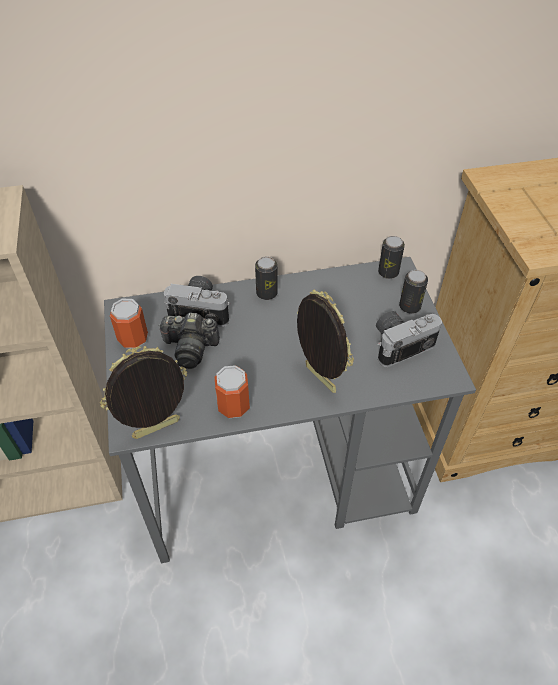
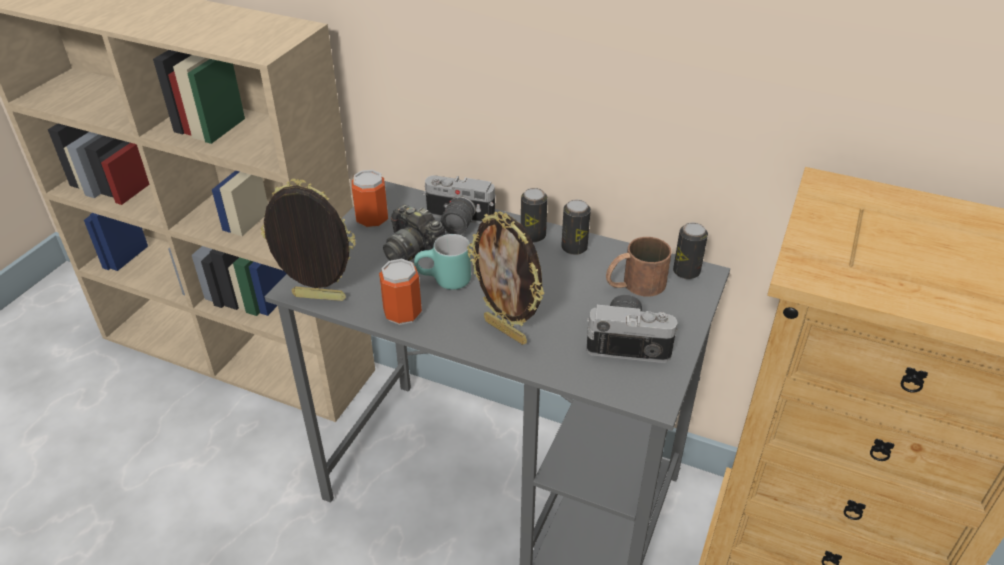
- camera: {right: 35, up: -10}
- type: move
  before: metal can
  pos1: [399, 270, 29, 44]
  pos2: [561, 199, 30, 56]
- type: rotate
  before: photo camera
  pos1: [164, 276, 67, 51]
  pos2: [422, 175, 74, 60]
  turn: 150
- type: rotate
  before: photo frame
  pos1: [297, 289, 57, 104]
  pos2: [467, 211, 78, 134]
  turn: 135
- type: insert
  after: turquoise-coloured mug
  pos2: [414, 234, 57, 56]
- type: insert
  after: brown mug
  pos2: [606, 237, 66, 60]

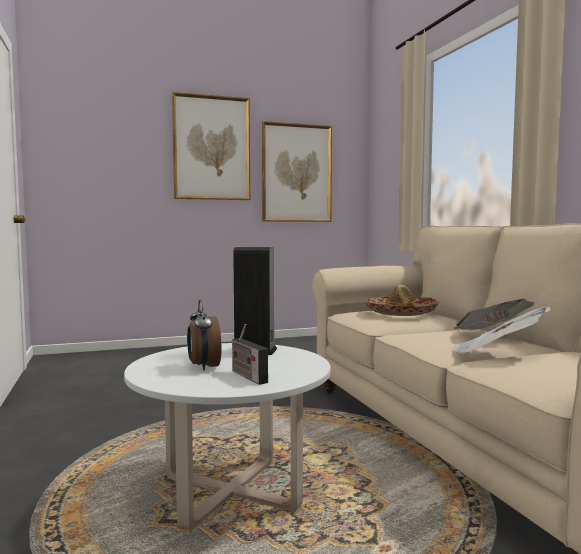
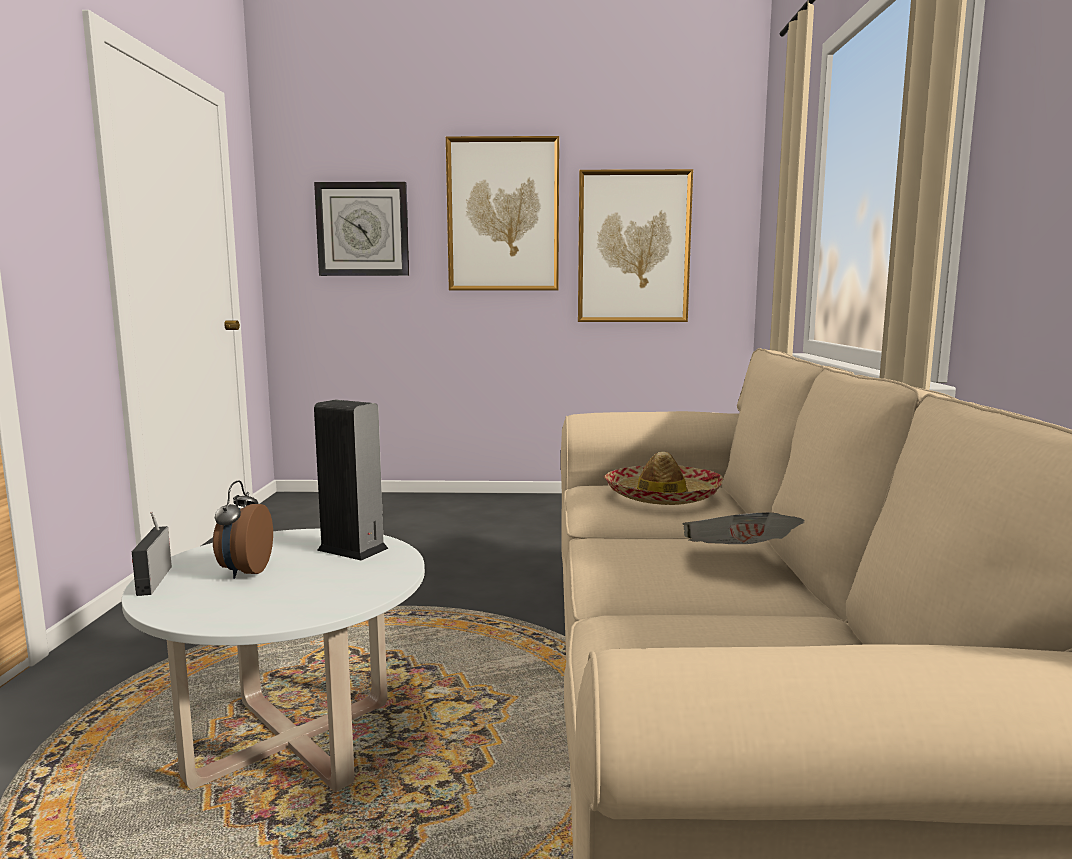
- camera: {right: 20, up: 5}
- type: delete
  before: newspaper
  pos1: [453, 307, 98, 47]
- type: move
  before: radio receiver
  pos1: [232, 324, 36, 61]
  pos2: [132, 511, 40, 85]
- type: insert
  after: hanging clock
  pos2: [314, 182, 95, 94]

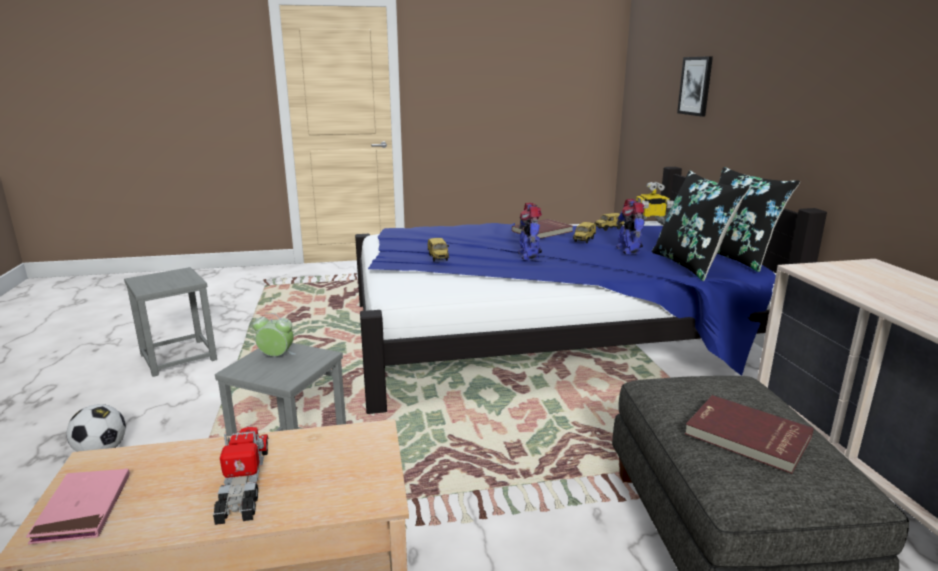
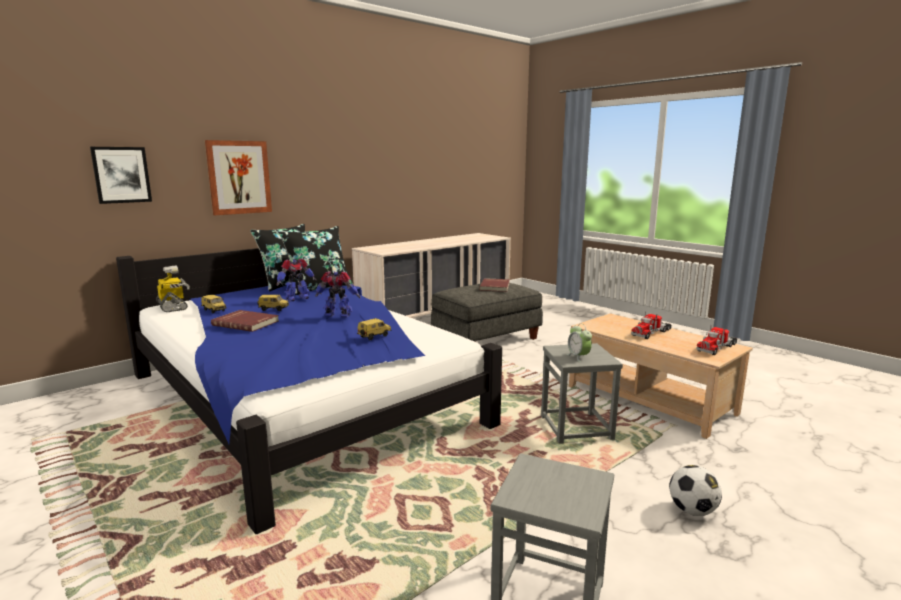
- camera: {right: -120, up: -5}
- type: rotate
  before: toy robot
  pos1: [518, 203, 24, 57]
  pos2: [315, 271, 45, 46]
  turn: -135
- type: replace
  before: pink bound book
  after: toy truck
  pos1: [26, 469, 104, 75]
  pos2: [696, 325, 42, 30]
- type: insert
  after: picture
  pos2: [205, 140, 67, 75]

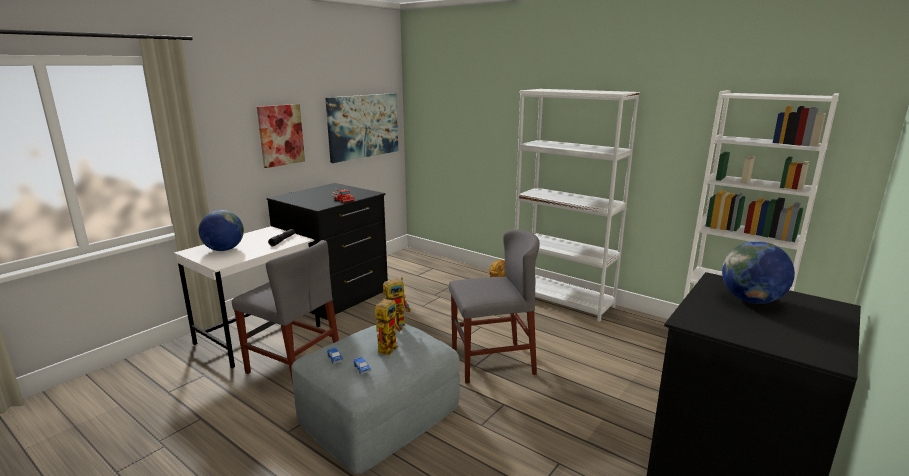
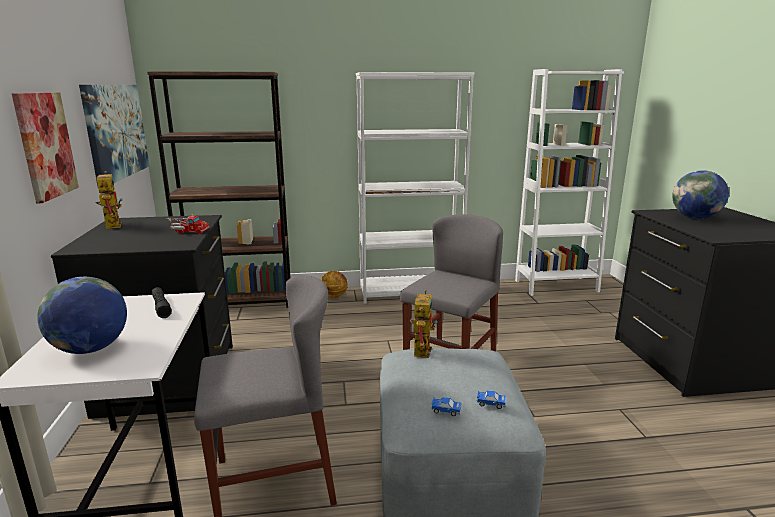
- camera: {right: -45, up: 0}
- type: move
  before: toy robot
  pos1: [375, 296, 27, 59]
  pos2: [95, 171, 28, 58]
- type: insert
  after: brown shelving unit
  pos2: [147, 71, 144, 237]

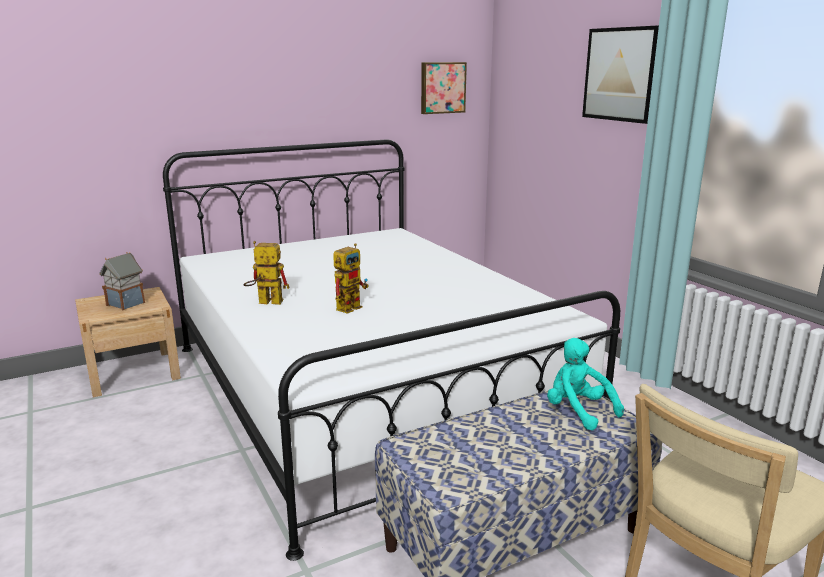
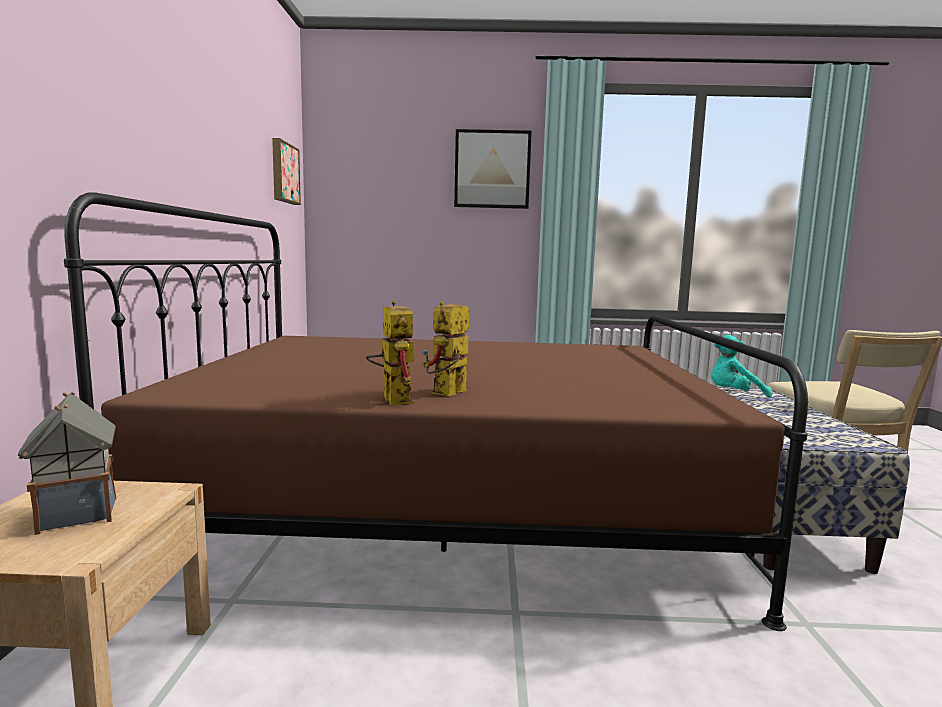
- camera: {right: -60, up: -10}
- type: recolor
  before: white sleeping bed
  after: brown sleeping bed
  pos1: [163, 139, 457, 422]
  pos2: [64, 192, 744, 439]
- type: move
  before: toy robot
  pos1: [333, 243, 36, 71]
  pos2: [366, 301, 48, 104]

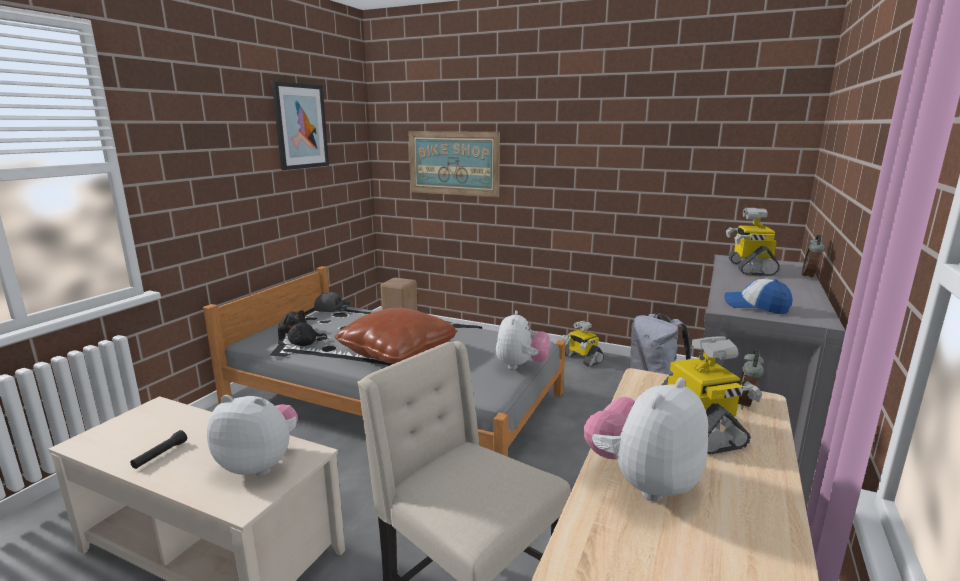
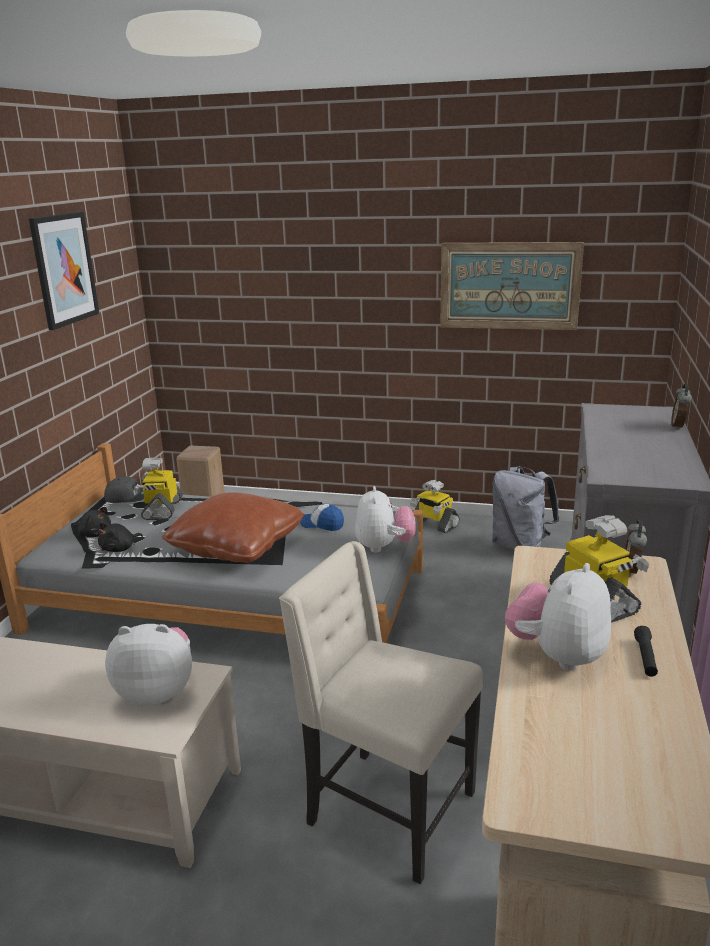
- camera: {right: -10, up: 5}
- type: move
  before: picture
  pos1: [408, 131, 92, 66]
  pos2: [440, 242, 144, 88]
- type: move
  before: toy robot
  pos1: [726, 208, 54, 68]
  pos2: [133, 458, 50, 62]
- type: move
  before: cap
  pos1: [724, 279, 69, 35]
  pos2: [300, 504, 44, 27]
- type: move
  before: blackish hand torch
  pos1: [130, 430, 57, 39]
  pos2: [634, 626, 24, 51]

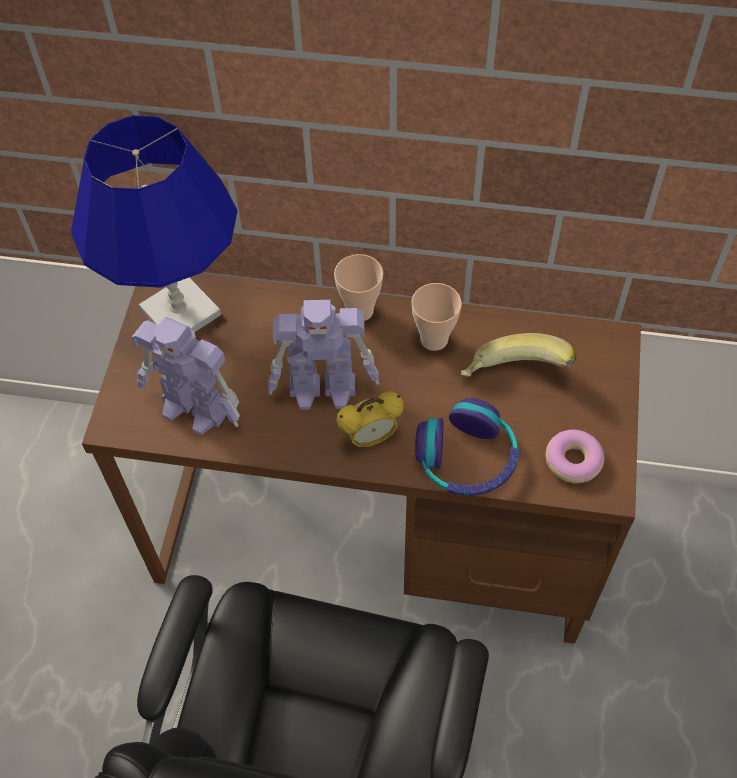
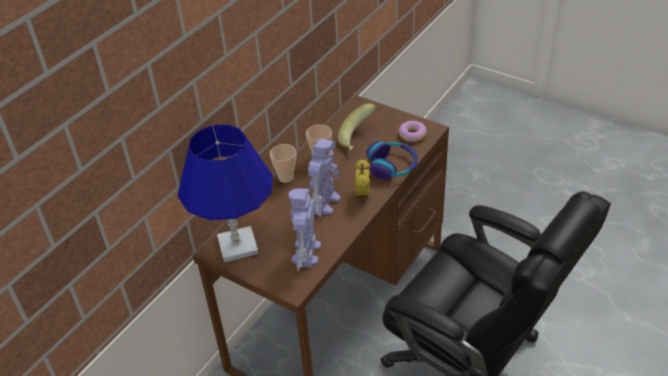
- camera: {right: -65, up: -15}
- type: rotate
  before: toy robot
  pos1: [131, 317, 109, 118]
  pos2: [288, 188, 33, 83]
  turn: 135

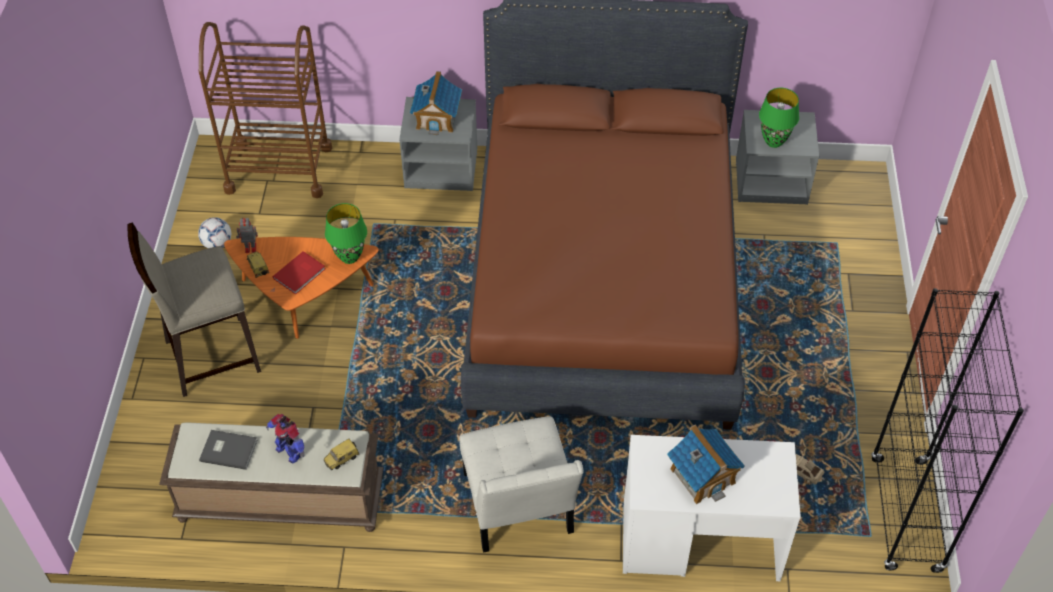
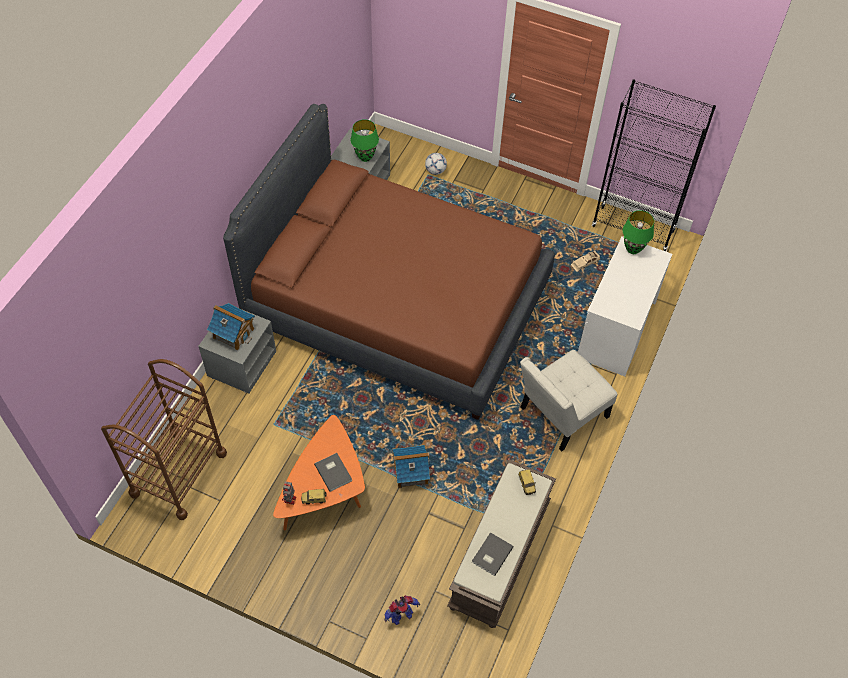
- camera: {right: -70, up: 5}
- type: move
  before: greenish tabletop lamp
  pos1: [325, 203, 42, 61]
  pos2: [623, 210, 31, 44]
- type: move
  before: ball for football
  pos1: [198, 217, 33, 31]
  pos2: [425, 153, 22, 22]
- type: delete
  before: beige sitting stool
  pos1: [127, 222, 134, 175]
- type: recolor
  before: reddish bound book
  after: grey bound book
  pos1: [273, 251, 52, 44]
  pos2: [314, 453, 38, 39]
- type: move
  before: toy robot
  pos1: [266, 414, 38, 49]
  pos2: [384, 595, 36, 30]
- type: rotate
  before: white upright chair
  pos1: [459, 416, 125, 137]
  pos2: [520, 350, 97, 102]
  turn: 135
- type: move
  before: miniature house
  pos1: [667, 425, 78, 79]
  pos2: [393, 445, 38, 43]

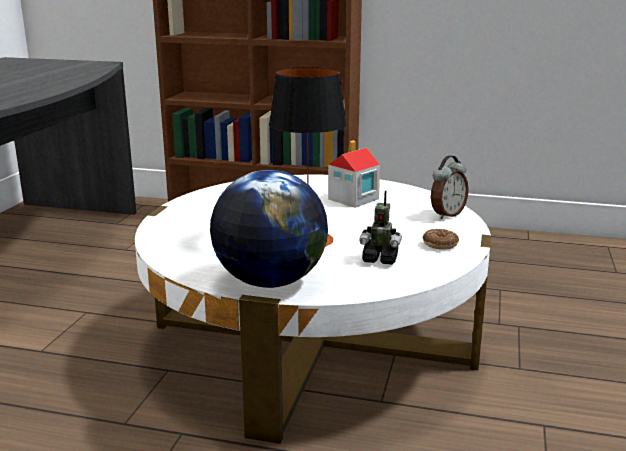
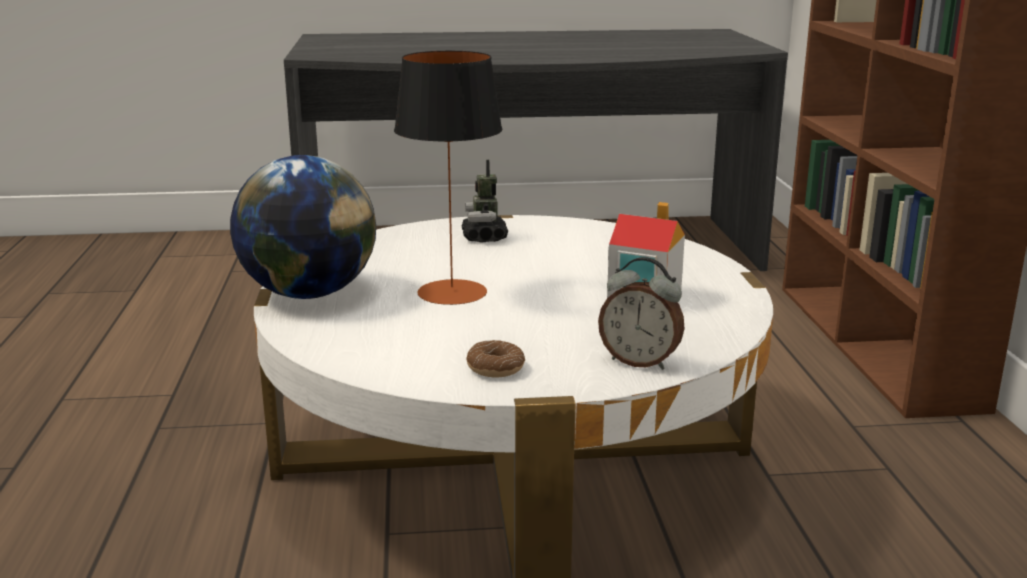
- camera: {right: 70, up: 0}
- type: move
  before: toy robot
  pos1: [360, 190, 42, 75]
  pos2: [462, 160, 46, 82]

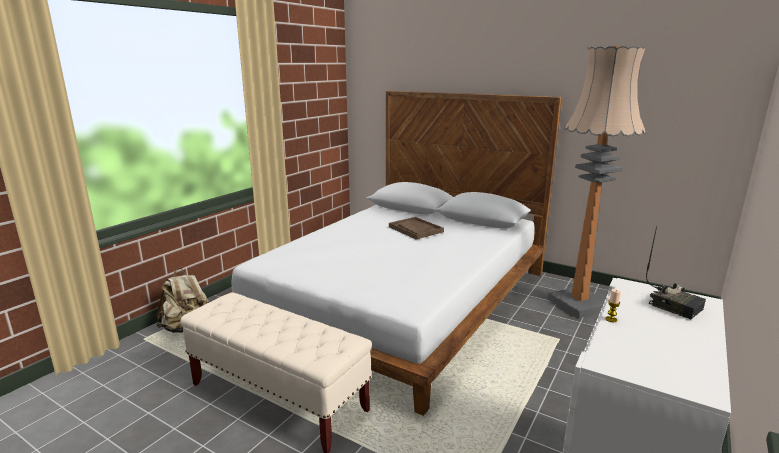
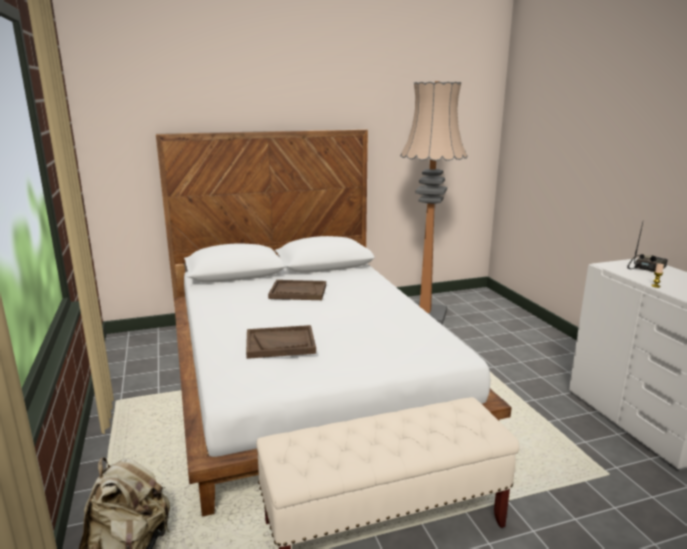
- camera: {right: -50, up: 0}
- type: rotate
  before: radio receiver
  pos1: [646, 226, 60, 93]
  pos2: [627, 222, 41, 50]
  turn: -45
- type: insert
  after: brown tray
  pos2: [246, 325, 70, 34]

